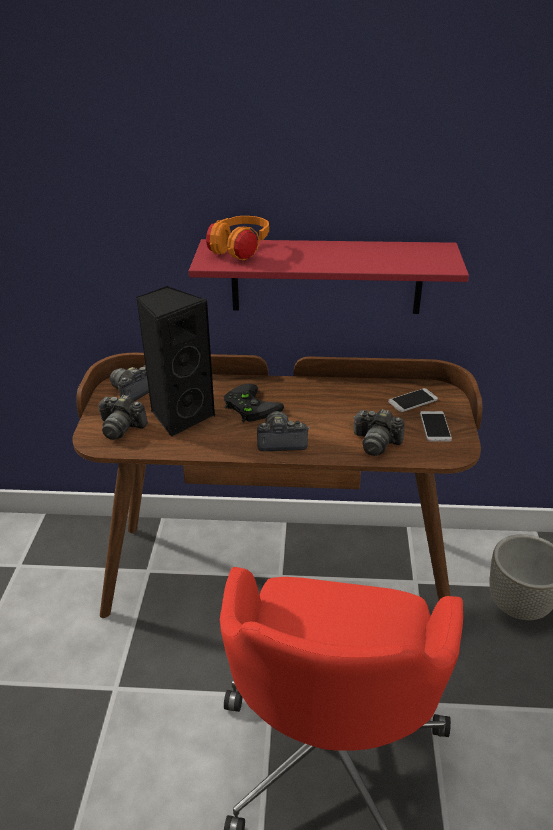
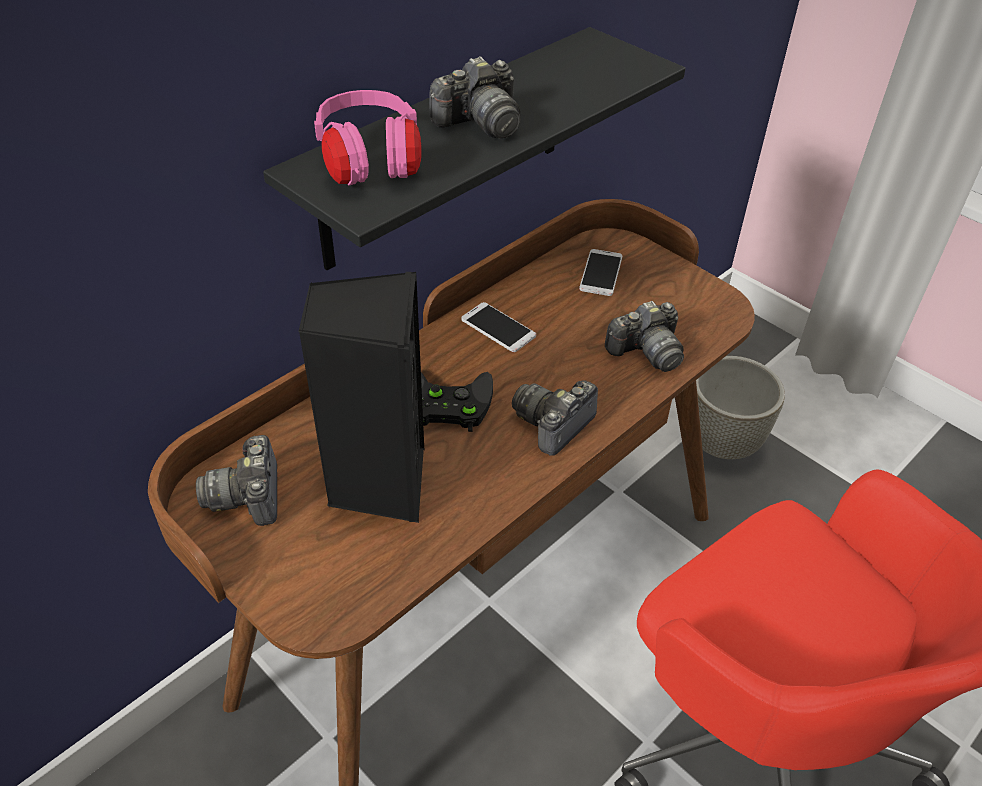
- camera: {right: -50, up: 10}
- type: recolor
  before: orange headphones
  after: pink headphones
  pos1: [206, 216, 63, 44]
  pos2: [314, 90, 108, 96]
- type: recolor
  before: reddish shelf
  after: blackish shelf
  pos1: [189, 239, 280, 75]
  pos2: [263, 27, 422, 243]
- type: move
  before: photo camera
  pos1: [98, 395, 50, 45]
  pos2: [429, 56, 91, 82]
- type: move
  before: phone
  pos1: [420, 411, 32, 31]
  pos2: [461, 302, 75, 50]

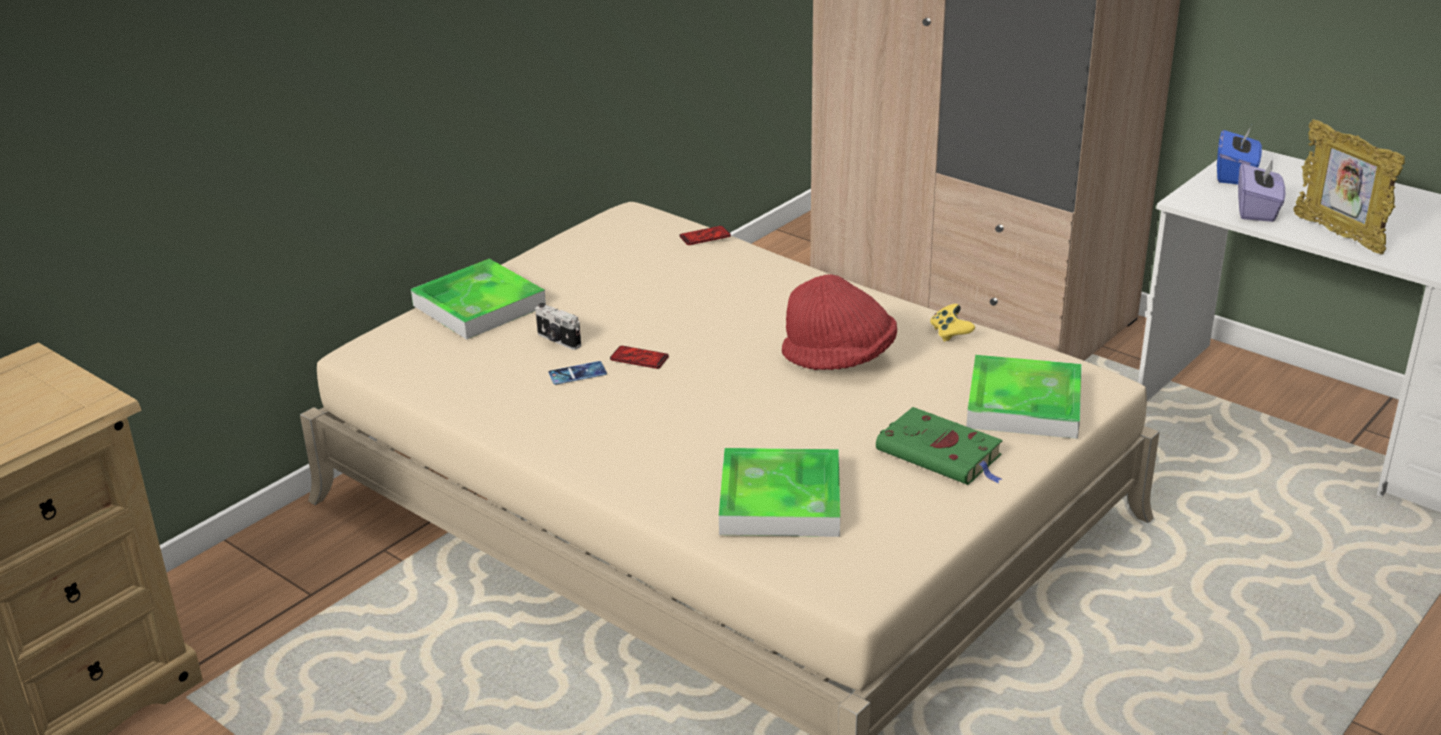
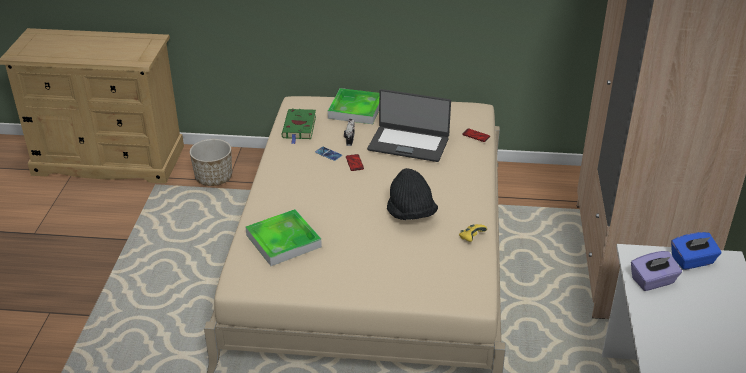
- camera: {right: 55, up: 5}
- type: delete
  before: photo frame
  pos1: [1294, 119, 111, 135]
- type: recolor
  before: reddish clothing hat
  after: blackish clothing hat
  pos1: [782, 274, 115, 96]
  pos2: [387, 168, 51, 52]
- type: delete
  before: tray
  pos1: [966, 355, 116, 84]
- type: move
  before: greenish bound book
  pos1: [876, 407, 127, 78]
  pos2: [282, 109, 34, 35]
- type: insert
  after: notebook computer
  pos2: [367, 89, 84, 73]
- type: insert
  after: planter
  pos2: [190, 139, 42, 47]

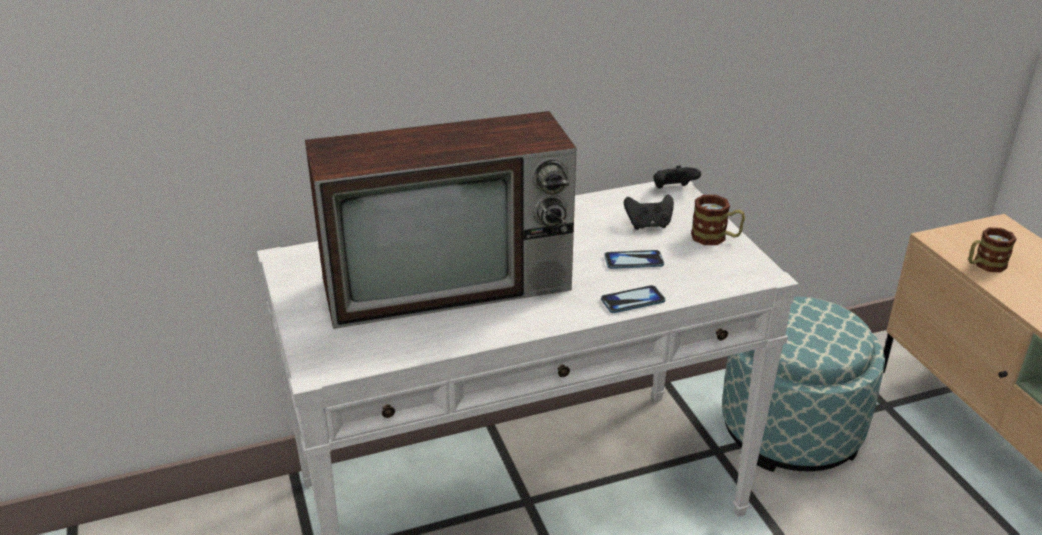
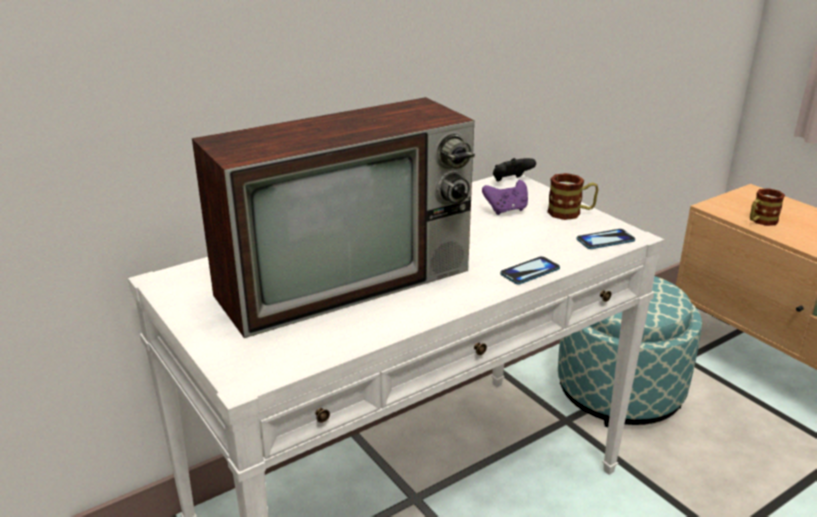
- camera: {right: -15, up: -5}
- type: recolor
  before: blackish joypad
  after: purplish joypad
  pos1: [624, 194, 50, 36]
  pos2: [482, 180, 46, 35]
- type: move
  before: phone
  pos1: [604, 250, 60, 19]
  pos2: [576, 229, 59, 20]

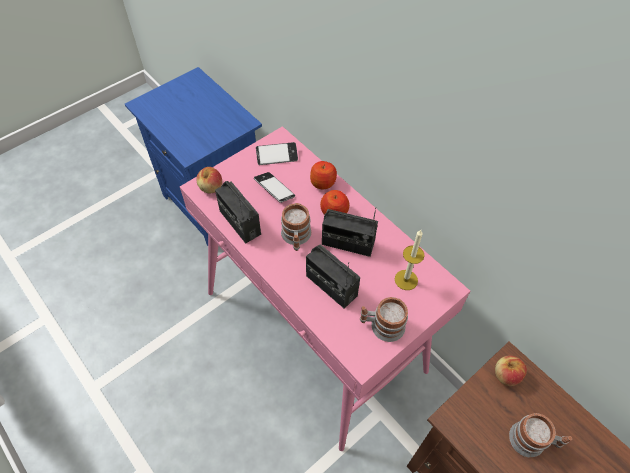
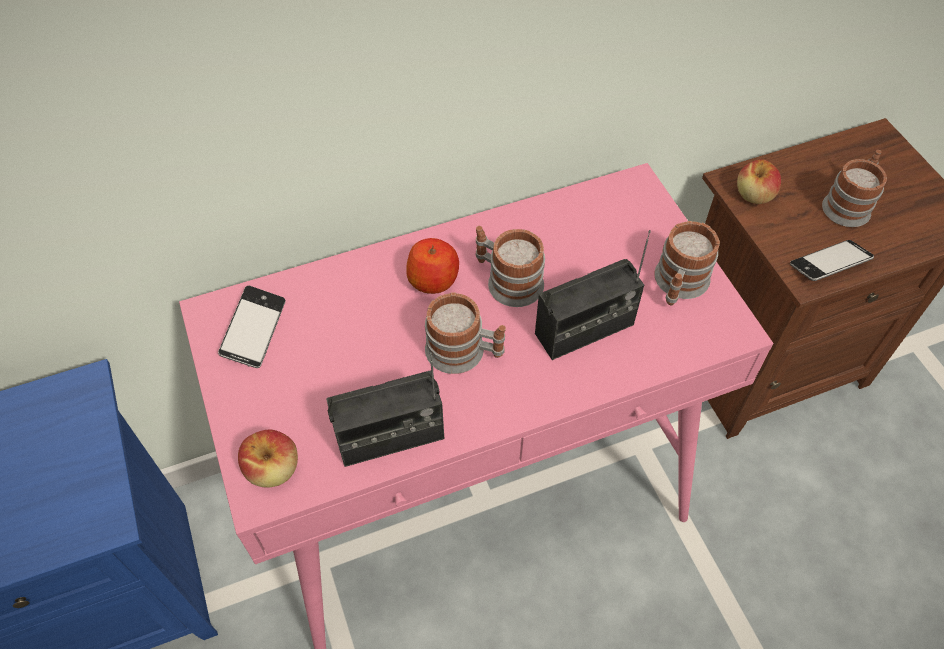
- camera: {right: -70, up: 0}
- type: delete
  before: whole apple
  pos1: [310, 161, 27, 28]
- type: move
  before: phone
  pos1: [254, 172, 41, 31]
  pos2: [790, 240, 84, 41]
- type: replace
  before: radio receiver
  after: mug
  pos1: [322, 207, 56, 50]
  pos2: [476, 226, 69, 81]
- type: delete
  before: candle
  pos1: [395, 230, 30, 60]

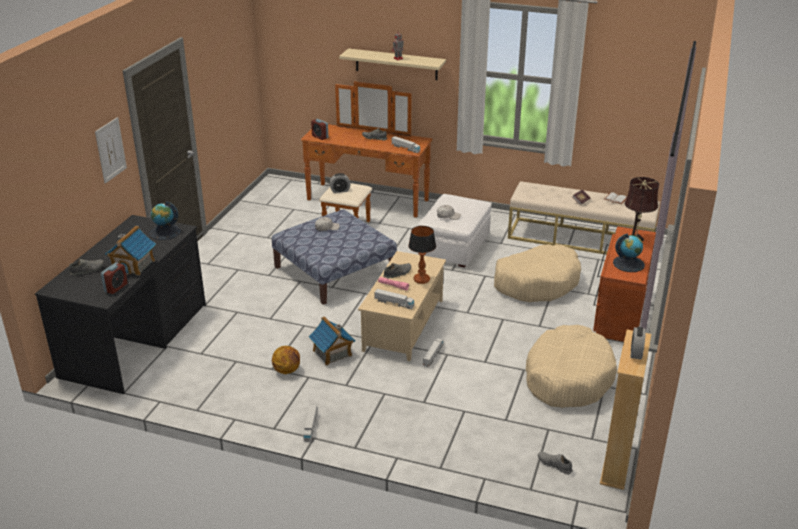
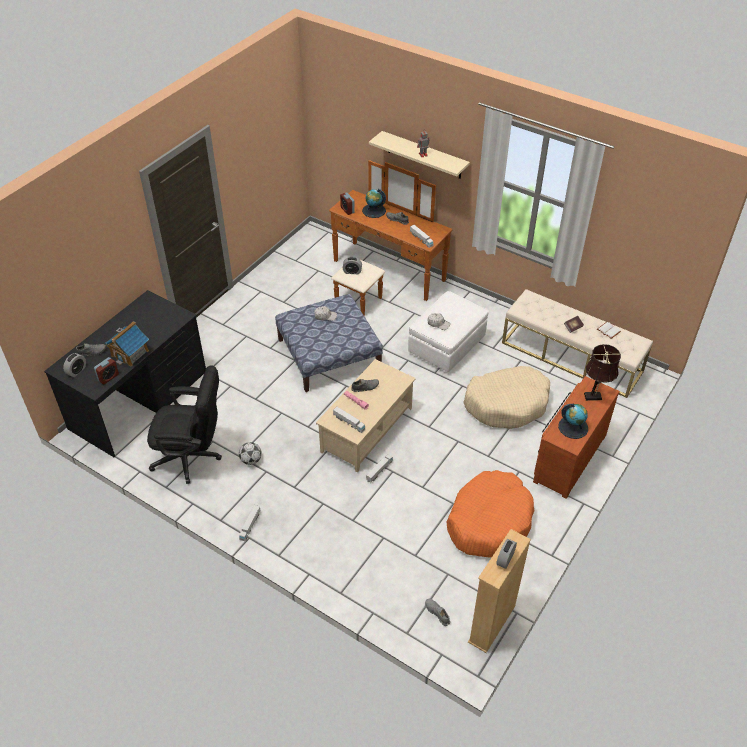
- camera: {right: 15, up: 15}
- type: delete
  before: picture
  pos1: [95, 117, 32, 67]
- type: move
  before: world globe
  pos1: [149, 201, 32, 39]
  pos2: [362, 189, 24, 29]
- type: delete
  before: tabletop lamp
  pos1: [408, 226, 28, 58]
- type: delete
  before: miniature house
  pos1: [308, 316, 48, 50]
- type: recolor
  before: beige pet bed
  after: orange pet bed
  pos1: [526, 325, 91, 83]
  pos2: [447, 470, 88, 88]
- type: replace
  before: ball for basketball
  after: ball for football
  pos1: [272, 346, 28, 28]
  pos2: [239, 442, 23, 23]
- type: insert
  after: table clock
  pos2: [63, 353, 23, 24]
- type: insert
  after: blackish desk chair
  pos2: [147, 366, 75, 118]

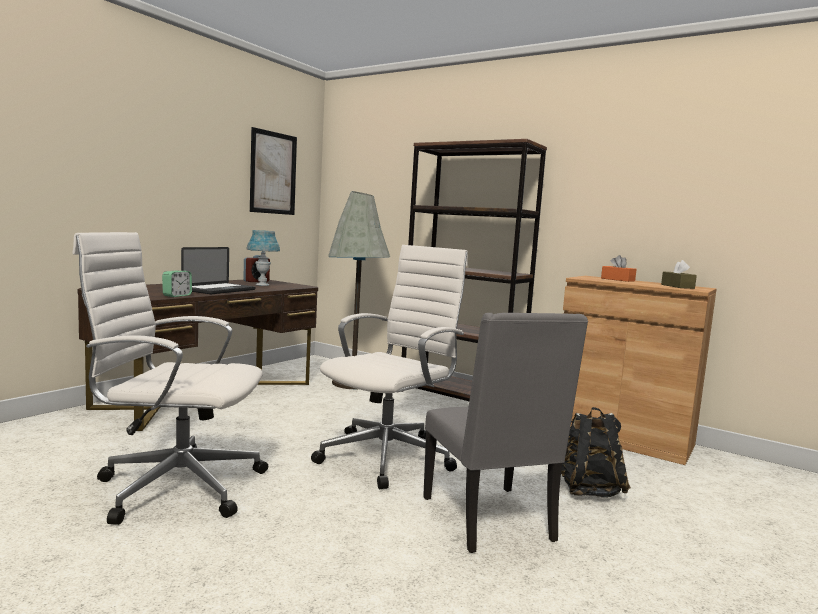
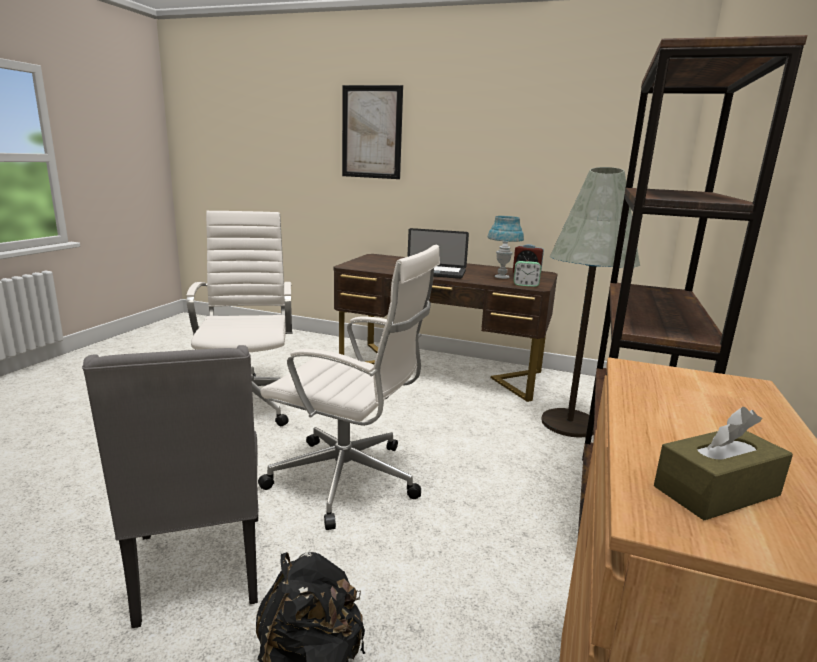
- camera: {right: 75, up: 10}
- type: move
  before: picture
  pos1: [250, 127, 47, 88]
  pos2: [342, 85, 61, 94]
- type: delete
  before: orange tissue holder
  pos1: [601, 255, 36, 27]
- type: move
  before: table clock
  pos1: [162, 271, 30, 26]
  pos2: [514, 261, 27, 26]
- type: rotate
  before: grey upright chair
  pos1: [423, 313, 165, 240]
  pos2: [82, 345, 176, 283]
  turn: -75

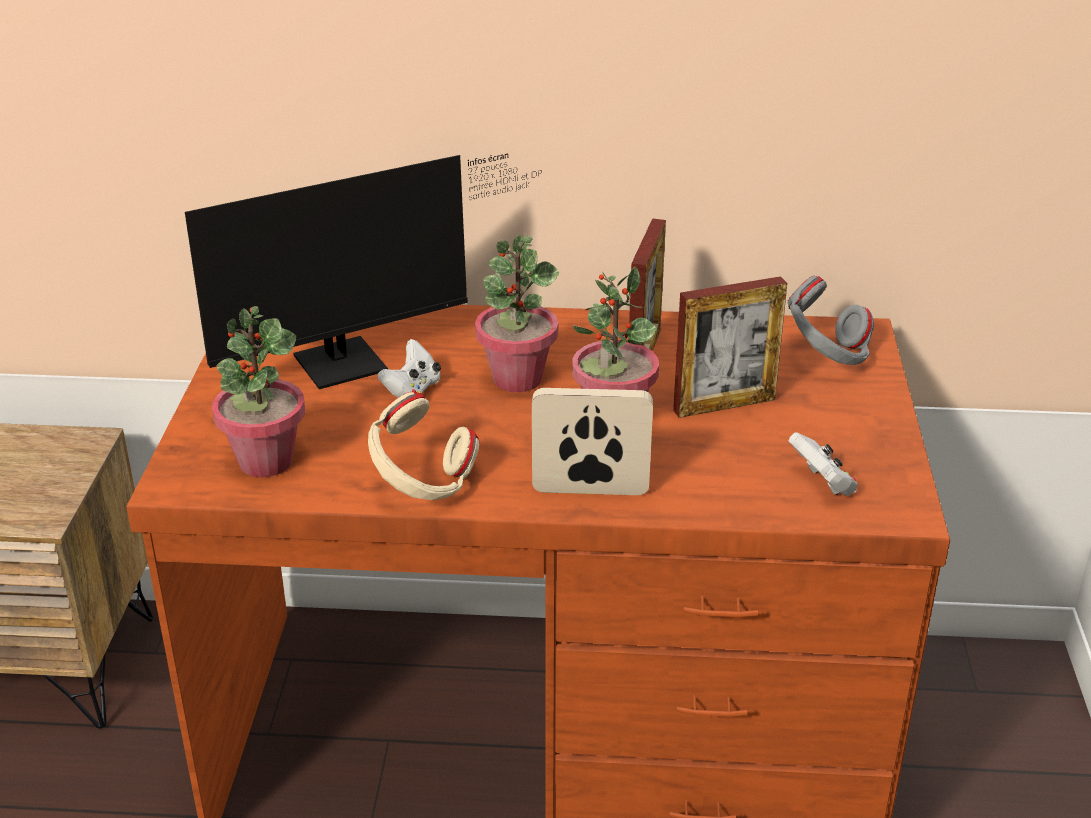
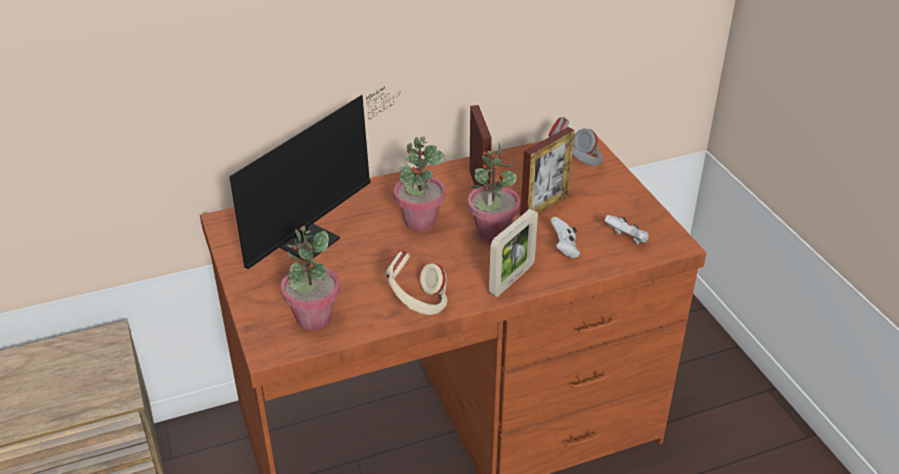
- camera: {right: -25, up: 5}
- type: move
  before: white joypad
  pos1: [377, 339, 64, 59]
  pos2: [550, 217, 30, 41]
- type: rotate
  before: photo frame
  pos1: [532, 388, 121, 107]
  pos2: [489, 209, 49, 88]
  turn: 150

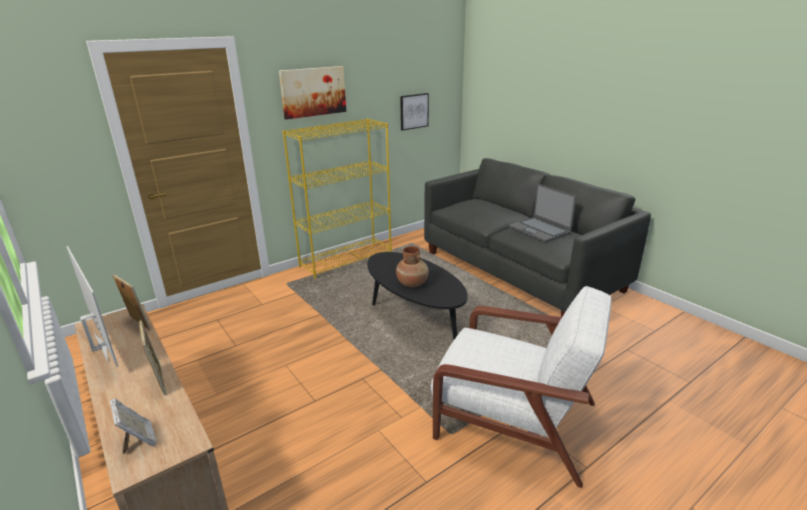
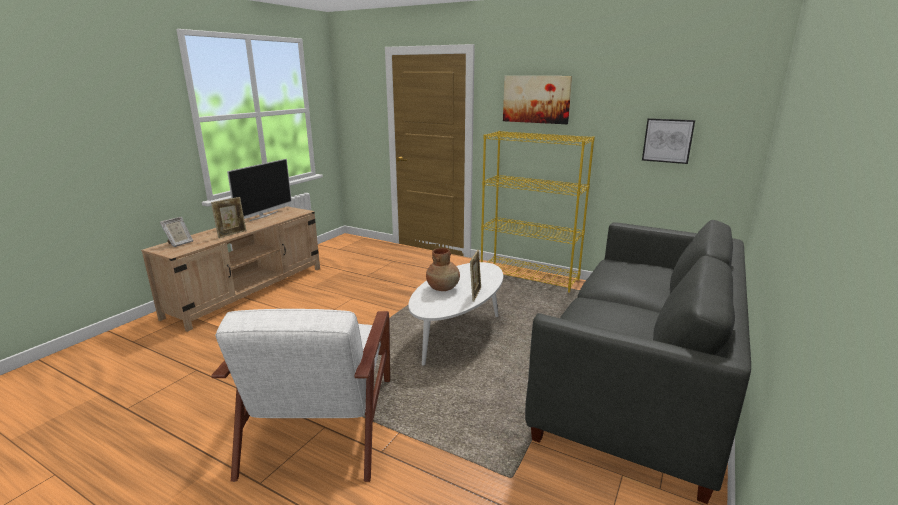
- camera: {right: 65, up: -5}
- type: delete
  before: notebook computer
  pos1: [509, 184, 67, 59]
- type: recolor
  before: blackish lounge table
  after: white lounge table
  pos1: [367, 252, 101, 88]
  pos2: [408, 262, 95, 104]
- type: move
  before: photo frame
  pos1: [113, 274, 38, 56]
  pos2: [470, 250, 11, 52]

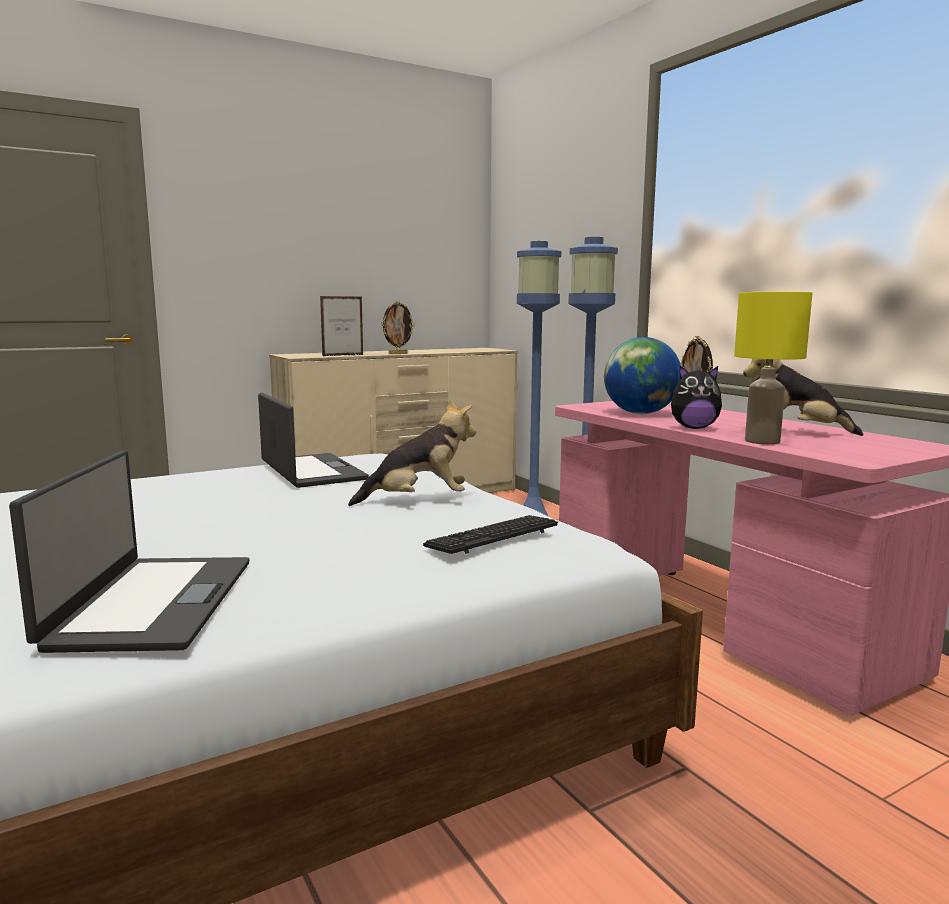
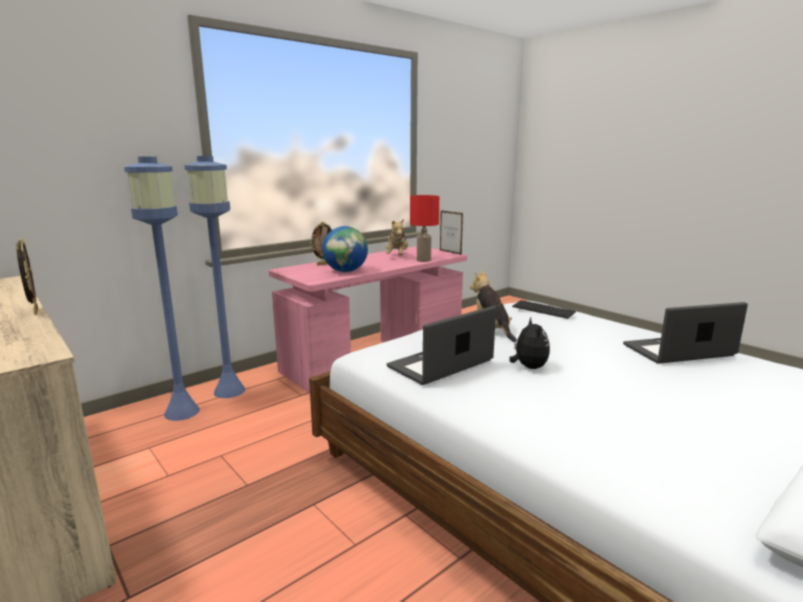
- camera: {right: -100, up: 5}
- type: recolor
  before: yellowish tabletop lamp
  after: reddish tabletop lamp
  pos1: [734, 292, 79, 153]
  pos2: [410, 195, 29, 67]
- type: move
  before: photo frame
  pos1: [320, 296, 43, 60]
  pos2: [440, 210, 23, 45]
- type: move
  before: plush toy
  pos1: [671, 366, 51, 63]
  pos2: [509, 318, 41, 51]

